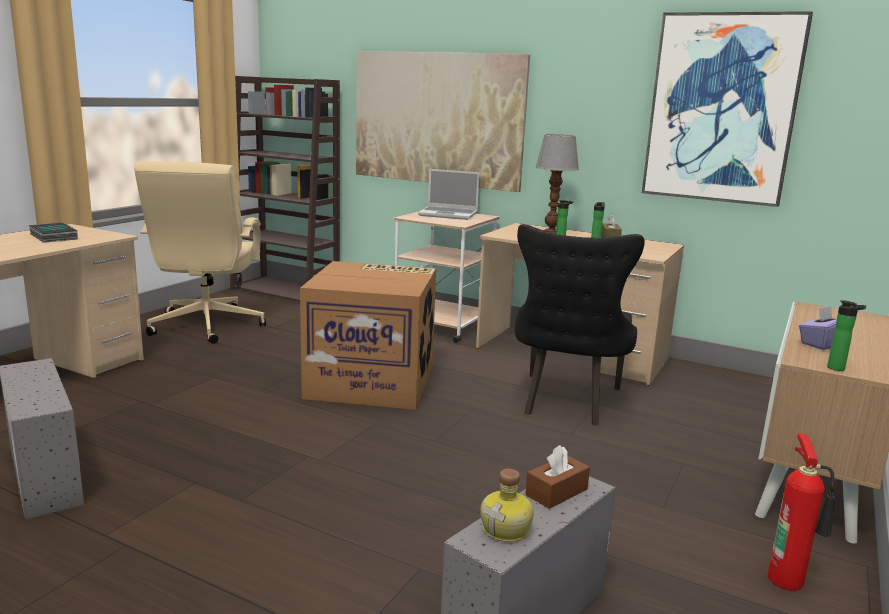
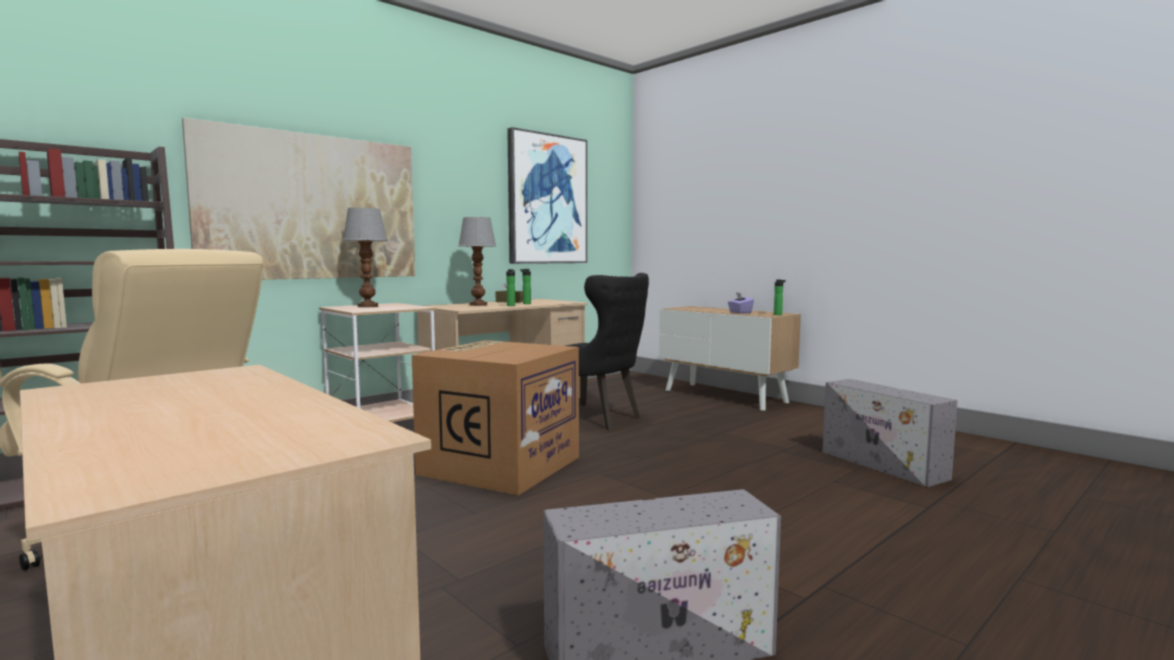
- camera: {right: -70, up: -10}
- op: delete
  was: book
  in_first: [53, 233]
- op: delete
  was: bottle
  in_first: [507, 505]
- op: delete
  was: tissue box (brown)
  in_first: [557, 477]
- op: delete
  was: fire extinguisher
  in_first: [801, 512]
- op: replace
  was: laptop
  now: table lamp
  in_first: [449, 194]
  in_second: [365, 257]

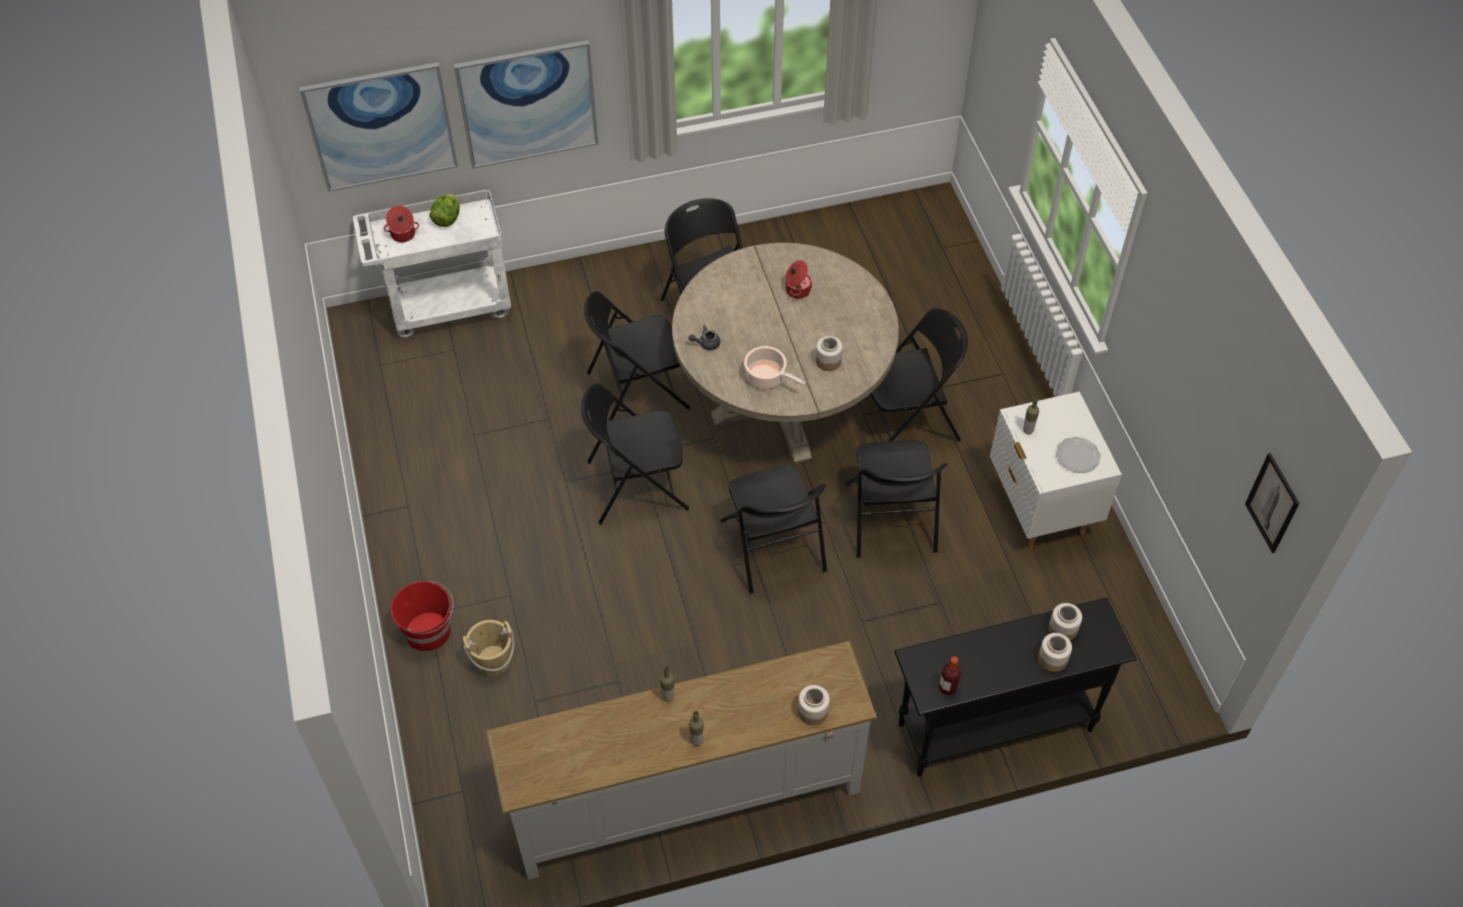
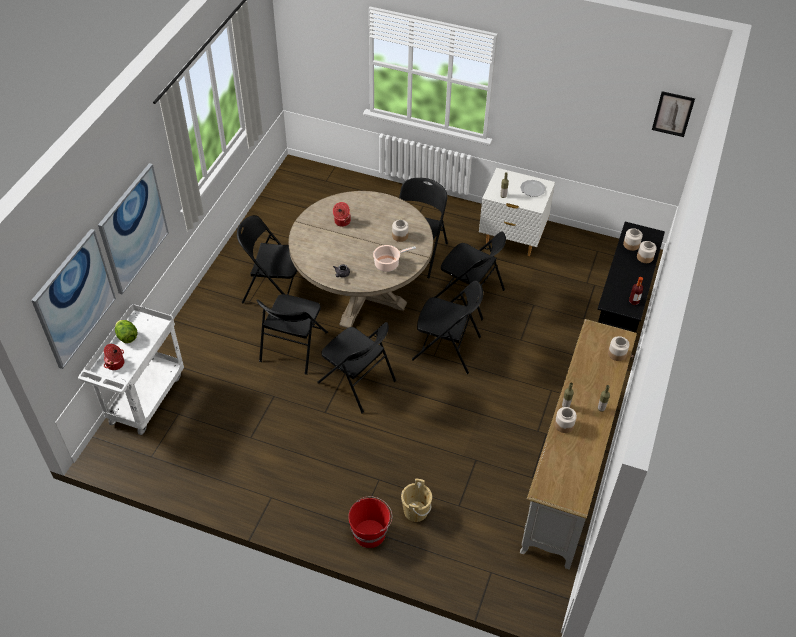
- camera: {right: -55, up: -5}
- op: insert
  now: jar
  in_second: [566, 420]
- op: rotate
  was: chair (black)
  in_first: [635, 454]
  in_second: [356, 367]
  clockwise: -75

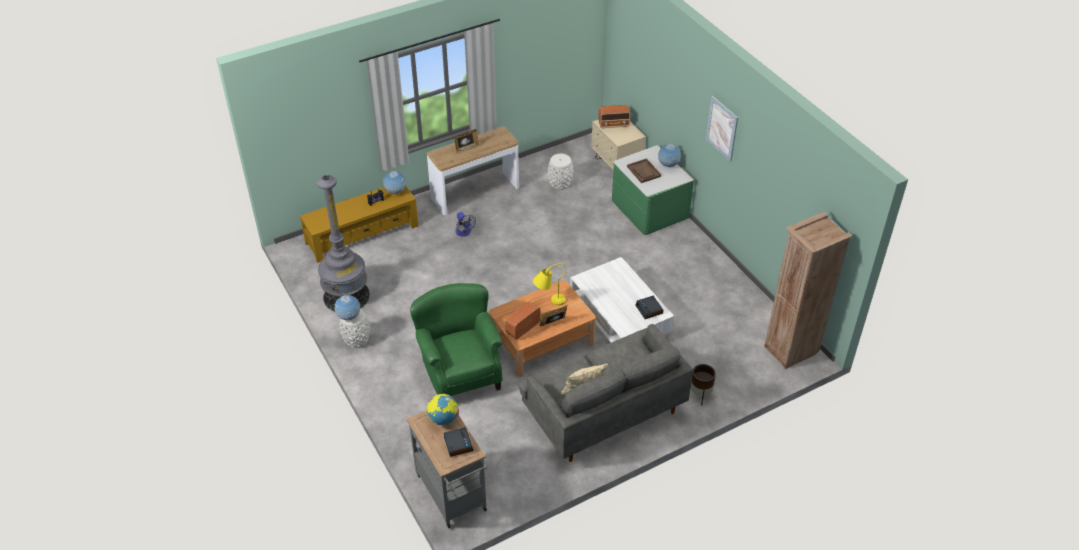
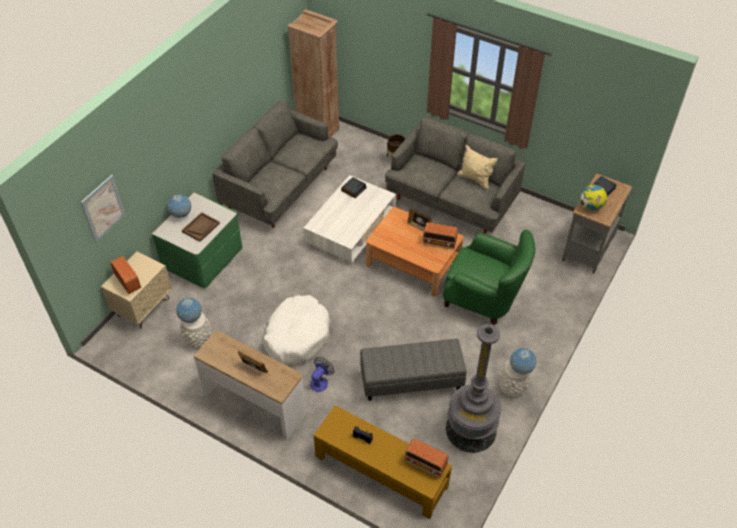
- camera: {right: -120, up: 5}
- op: delete
  was: table lamp (yellow)
  in_first: [549, 284]
- op: insert
  now: sofa (grey)
  in_second: [275, 164]
- op: insert
  now: dog bed (white)
  in_second: [296, 330]
- op: insert
  now: ottoman (grey)
  in_second: [413, 370]
- op: insert
  now: radio
  in_second: [426, 458]
- op: move
  was: globe
  in_first: [394, 182]
  in_second: [189, 310]
- op: move
  was: picture
  in_first: [722, 129]
  in_second: [103, 209]
- op: rotate
  was: armchair (green)
  in_first: [456, 339]
  in_second: [489, 277]
  clockwise: -105

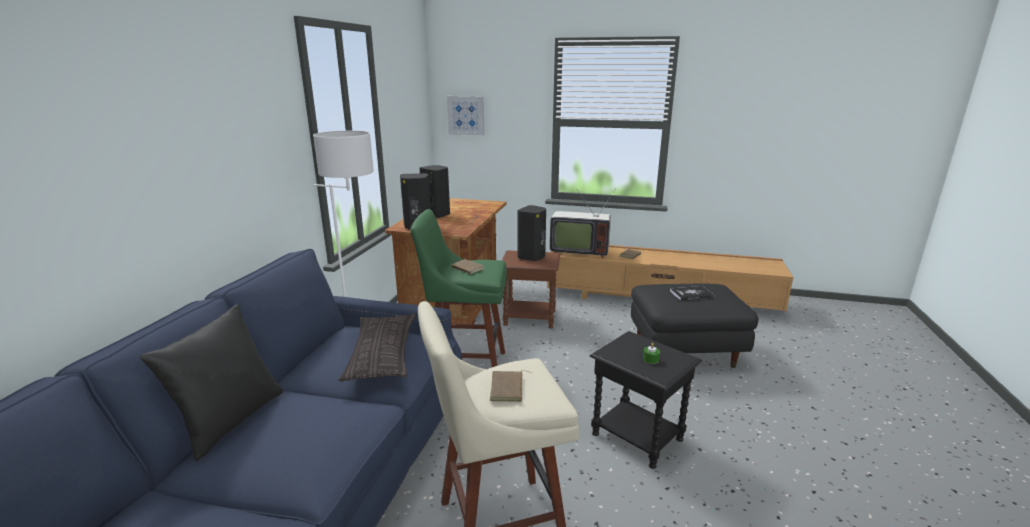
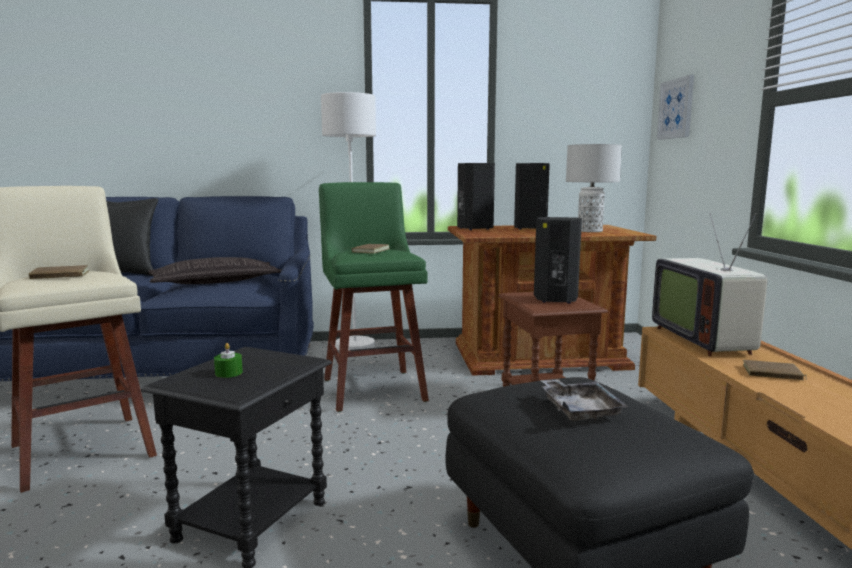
- camera: {right: 70, up: -10}
- op: insert
  now: table lamp (white)
  in_second: [594, 188]
- op: replace
  was: book
  now: tray (grey)
  in_first: [692, 293]
  in_second: [584, 400]

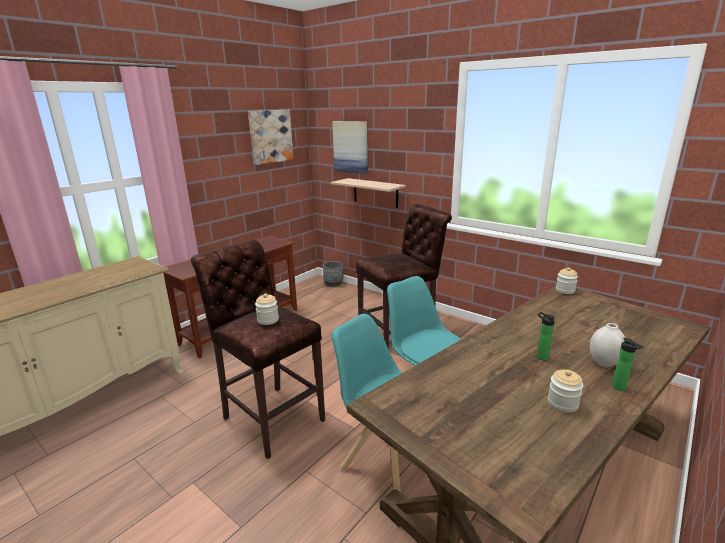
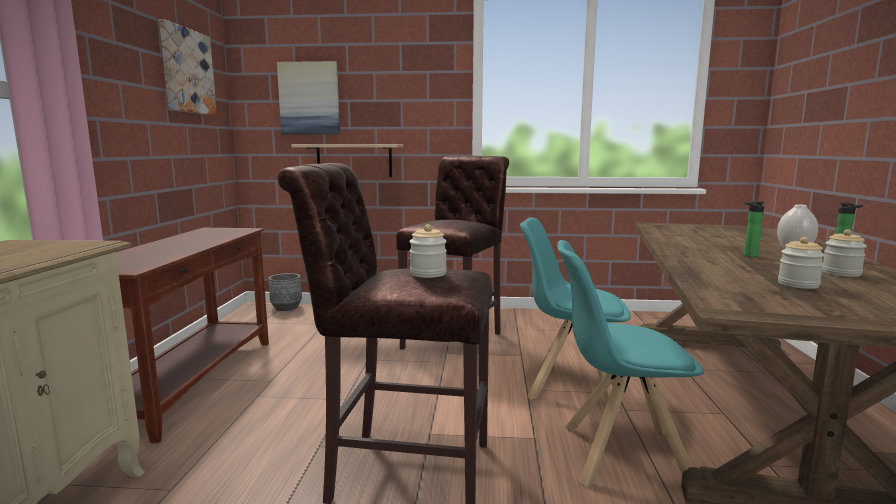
- camera: {right: -35, up: -10}
- op: move
  was: jar
  in_first: [567, 280]
  in_second: [801, 263]

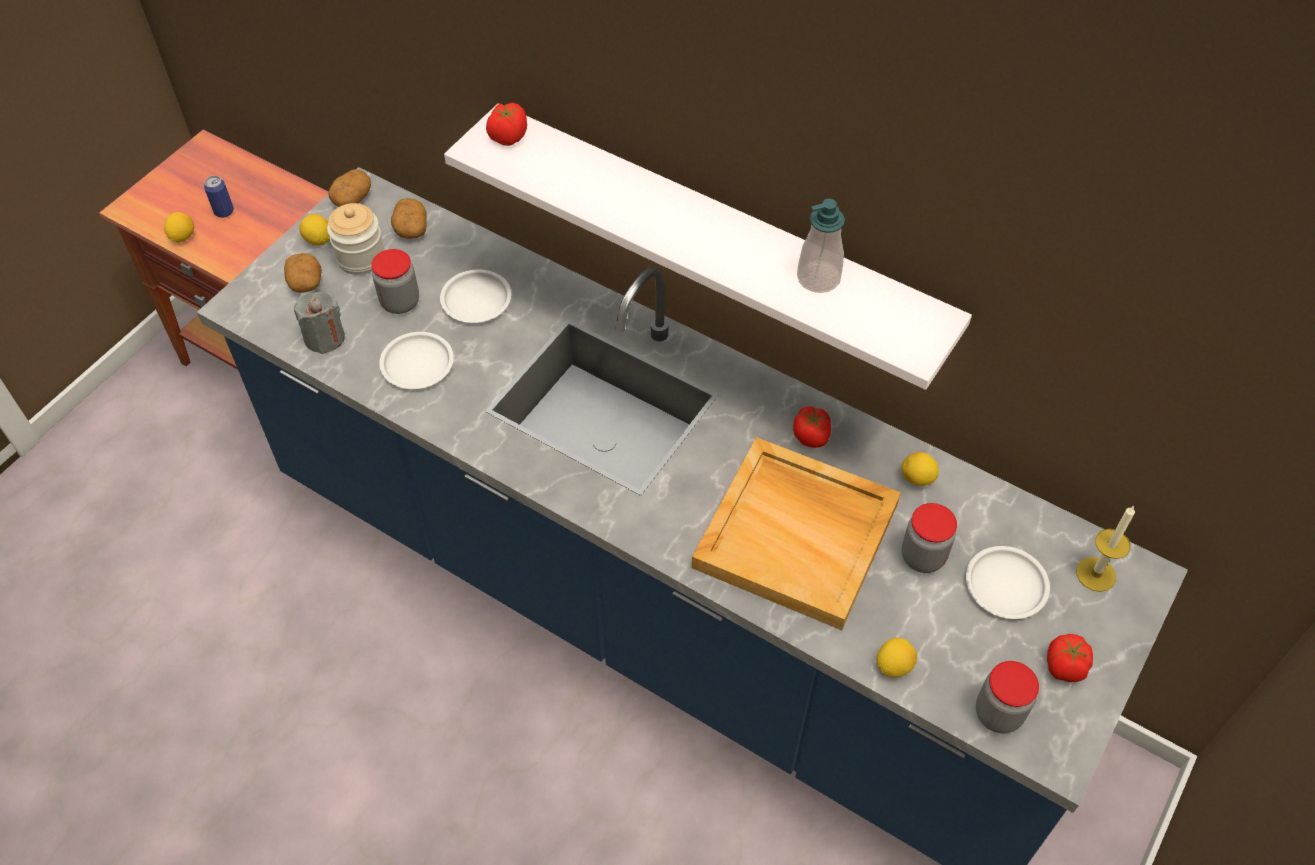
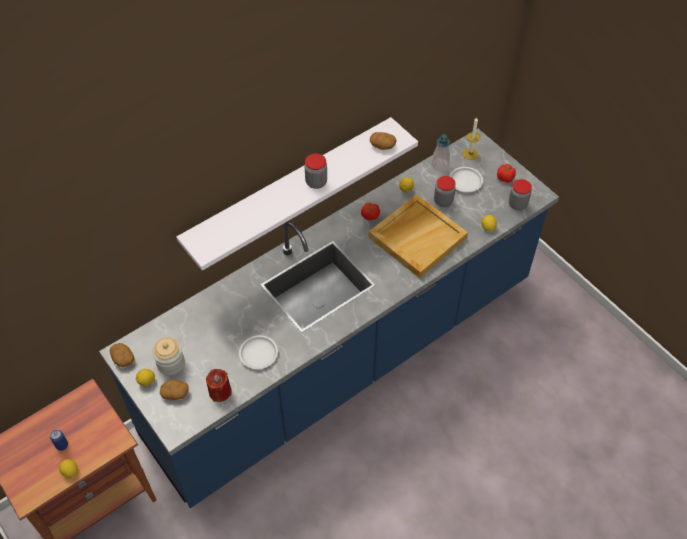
- camera: {right: -70, up: 0}
- op: delete
  was: plate (white)
  in_first: [475, 296]
- op: delete
  was: tomato
  in_first: [506, 124]
- op: move
  was: jar
  in_first: [395, 281]
  in_second: [316, 171]
- op: move
  was: potato
  in_first: [409, 218]
  in_second: [383, 141]
- op: move
  was: soap dispenser
  in_first: [821, 246]
  in_second: [441, 152]
- op: recolor
  was: candle (grey)
  now: candle (red)
  in_first: [319, 323]
  in_second: [219, 385]

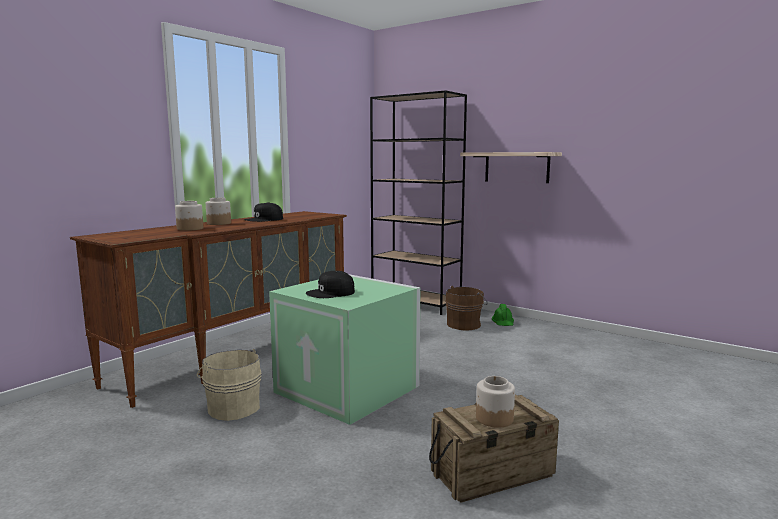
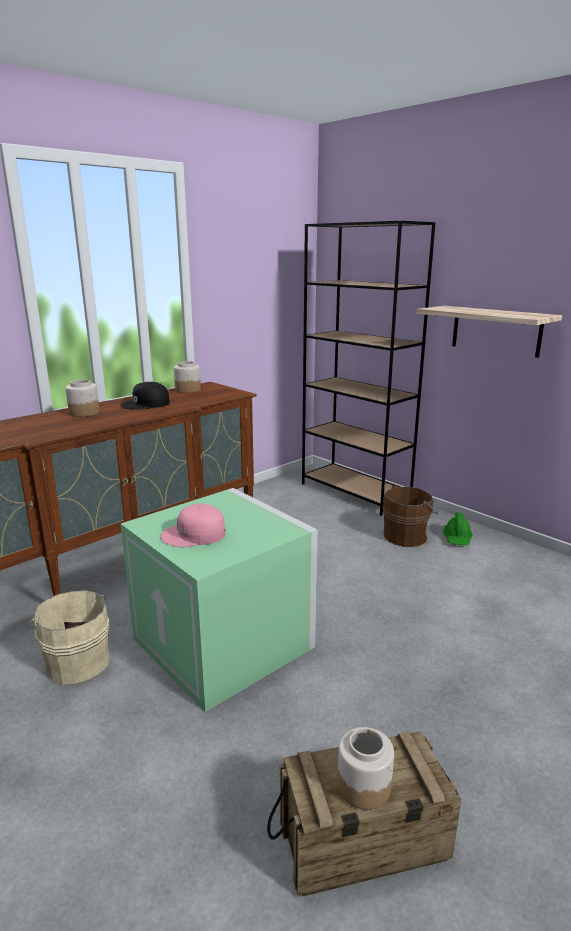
- camera: {right: 10, up: 10}
- op: move
  was: jar
  in_first: [189, 216]
  in_second: [187, 377]
- op: recolor
  was: cap (black)
  now: cap (pink)
  in_first: [330, 284]
  in_second: [193, 525]

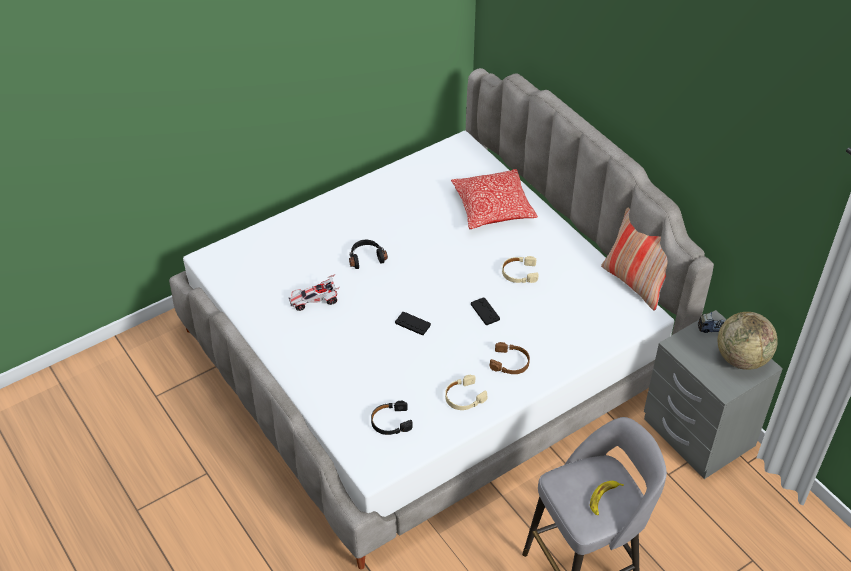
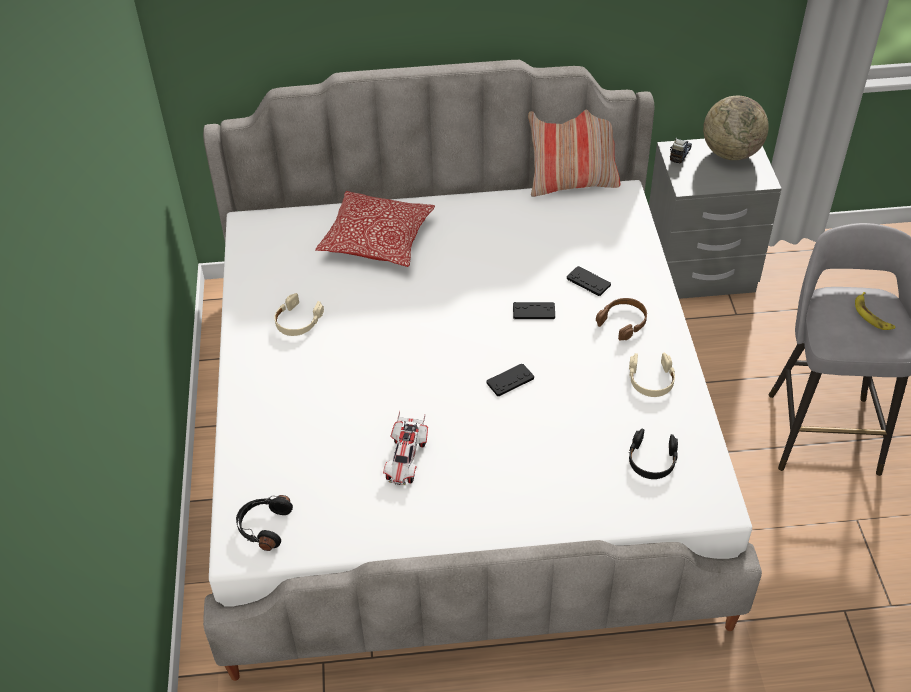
- camera: {right: -60, up: 0}
- op: insert
  now: game controller (black)
  in_second: [589, 281]
- op: move
  was: headphones (black)
  in_first: [368, 254]
  in_second: [264, 523]
- op: move
  was: headphones (beige)
  in_first: [520, 269]
  in_second: [299, 314]

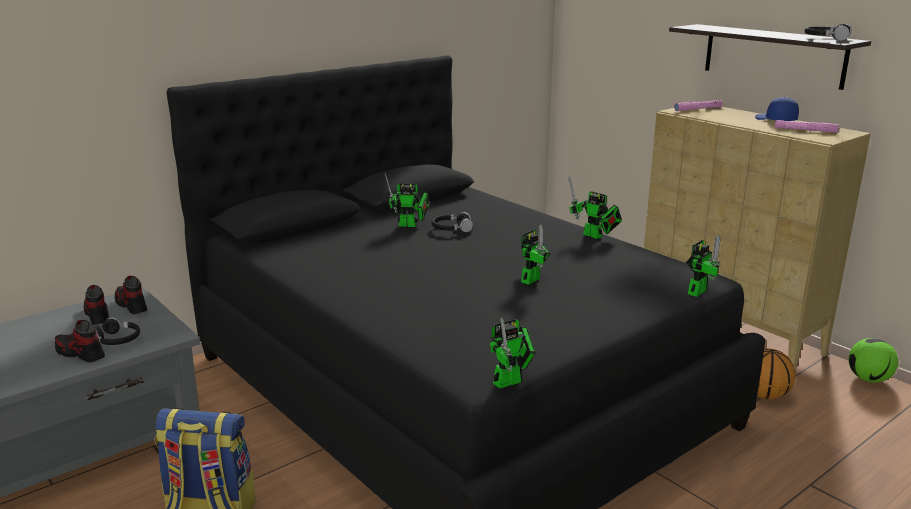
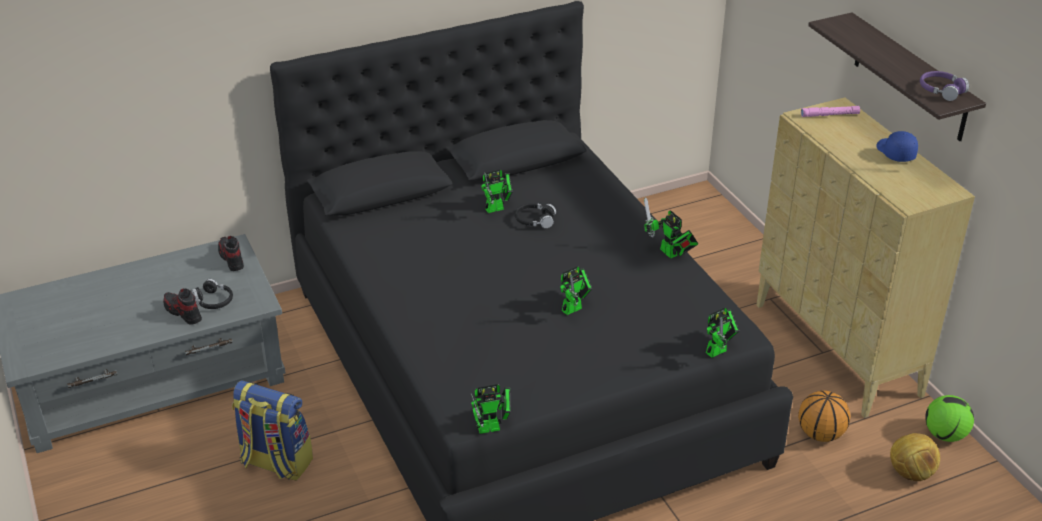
- camera: {right: 15, up: 15}
- op: delete
  was: shoe
  in_first: [96, 305]
- op: delete
  was: flashlight (pink)
  in_first: [807, 126]
- op: insert
  now: football
  in_second: [915, 457]
- op: recolor
  was: headphones (black)
  now: headphones (purple)
  in_first: [828, 32]
  in_second: [944, 86]
- op: rotate
  was: toy robot
  in_first: [407, 200]
  in_second: [496, 191]
  clockwise: -45

